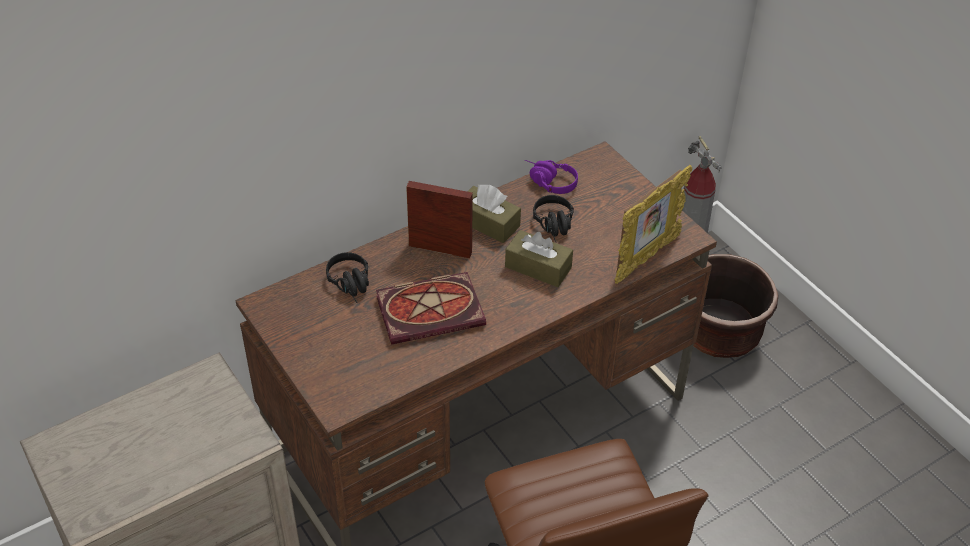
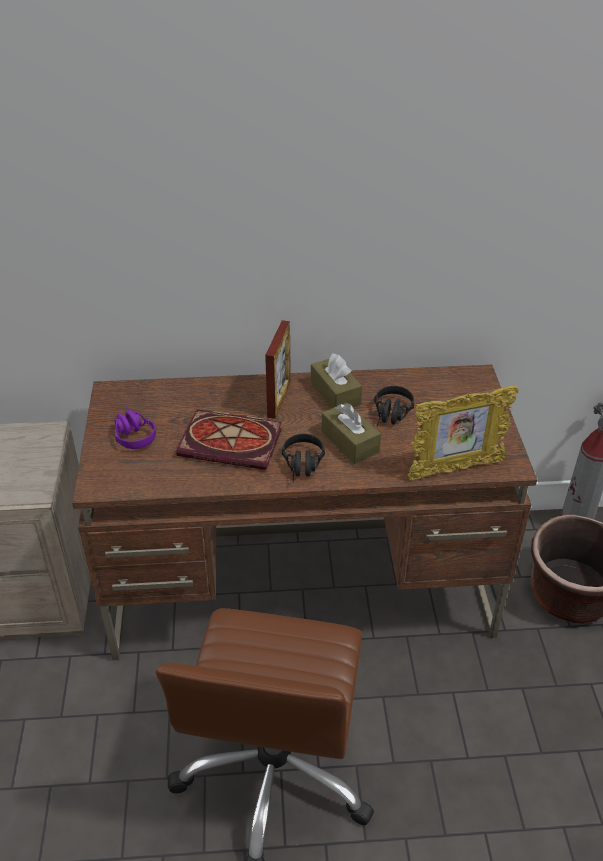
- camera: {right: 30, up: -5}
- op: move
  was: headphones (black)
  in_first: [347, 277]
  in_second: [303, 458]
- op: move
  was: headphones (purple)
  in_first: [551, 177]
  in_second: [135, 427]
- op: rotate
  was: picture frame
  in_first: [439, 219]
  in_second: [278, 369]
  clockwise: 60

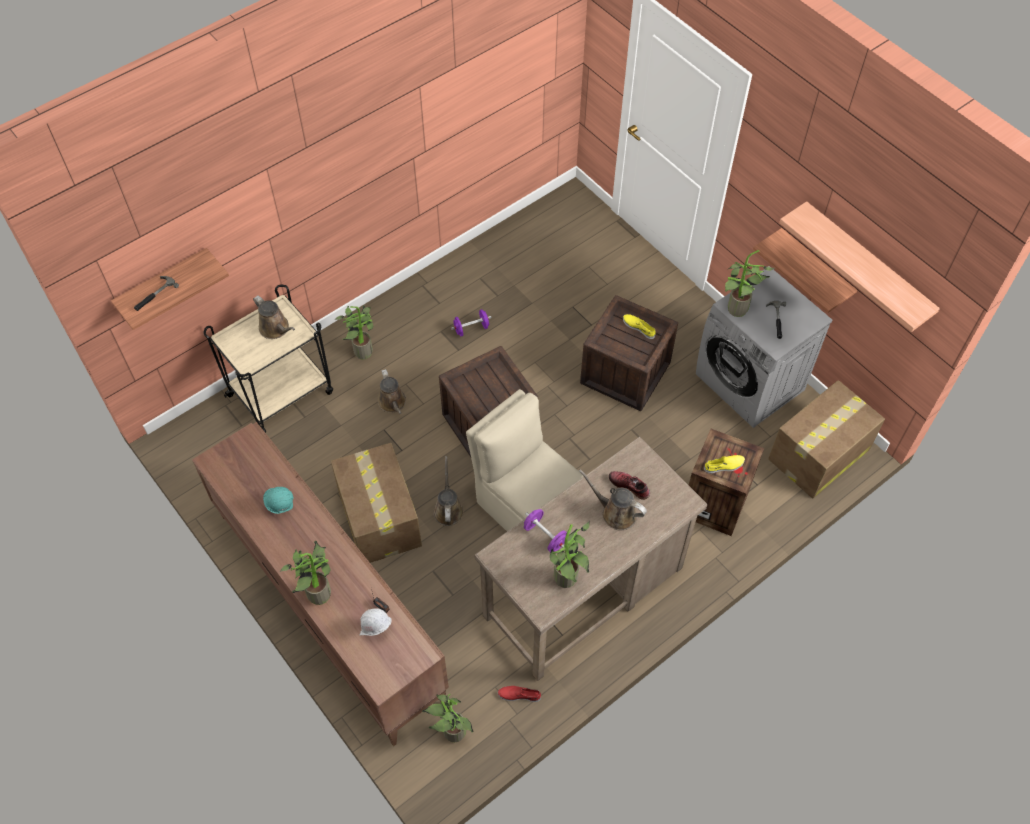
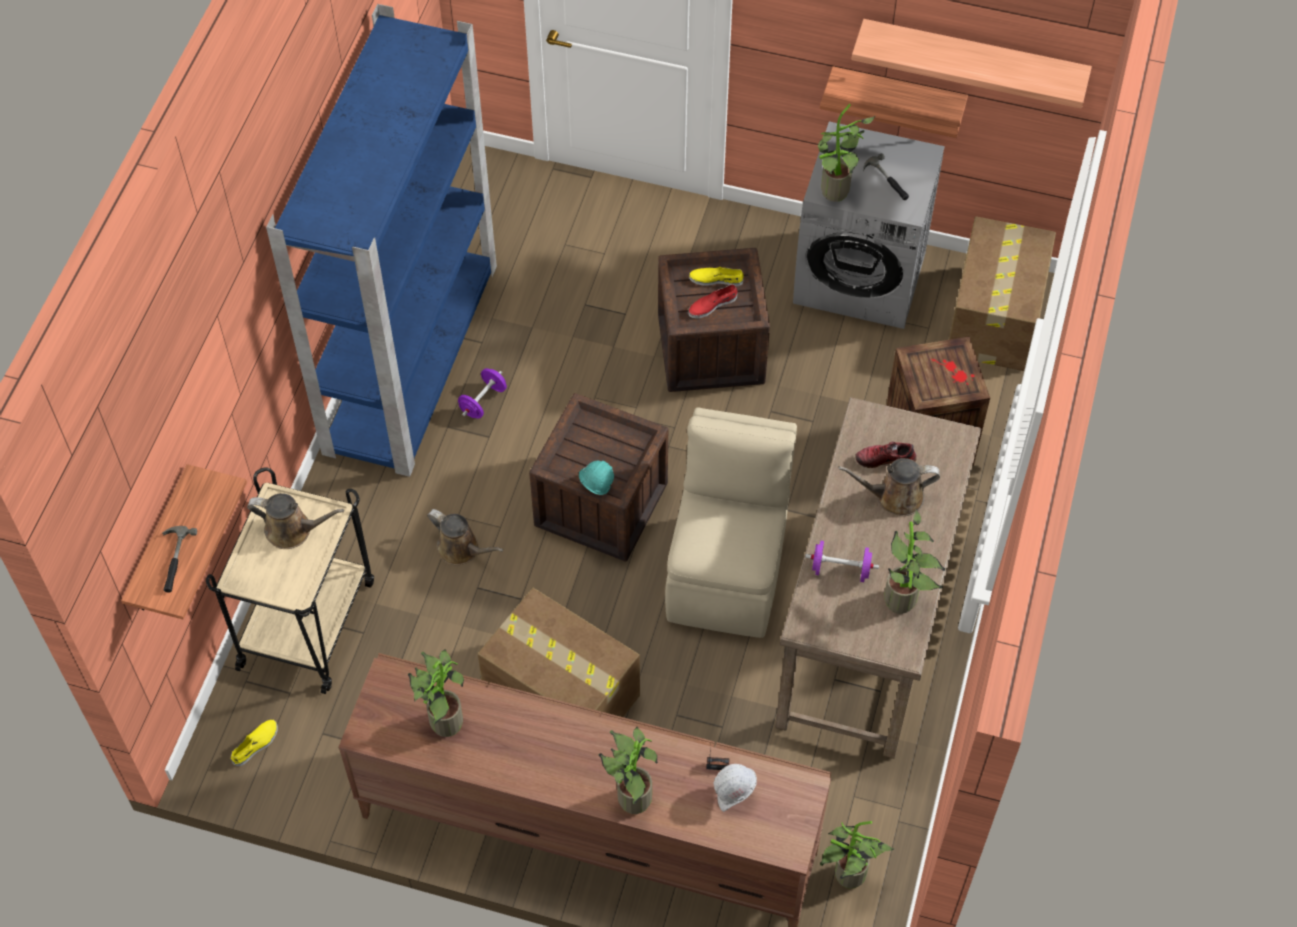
- camera: {right: -35, up: 0}
- op: delete
  was: watering can (brown)
  in_first: [448, 491]
- op: insert
  now: bookcase (blue)
  in_second: [381, 240]
- op: move
  was: hard hat (turquoise)
  in_first: [278, 500]
  in_second: [596, 478]
- op: move
  was: potted plant
  in_first: [354, 332]
  in_second: [436, 693]
- op: move
  was: shoe (red)
  in_first: [519, 694]
  in_second: [712, 301]
- op: move
  was: shoe (yellow)
  in_first: [724, 464]
  in_second: [254, 743]
- op: rotate
  was: chair (beige)
  in_first: [525, 460]
  in_second: [731, 522]
  clockwise: 90

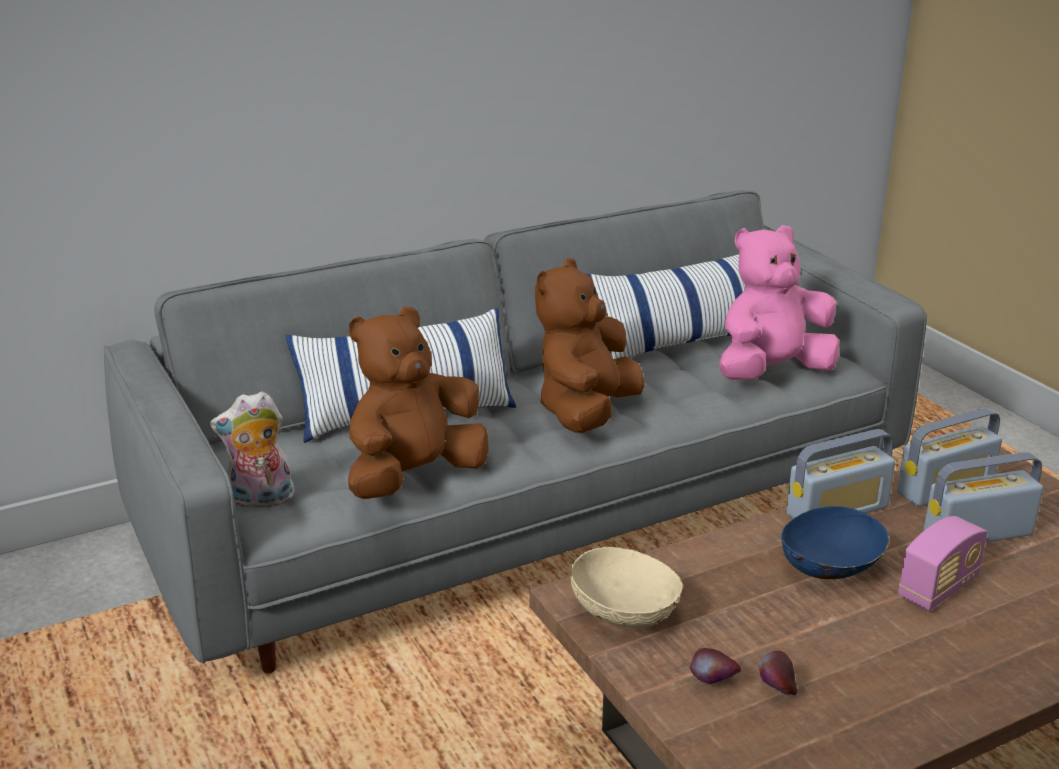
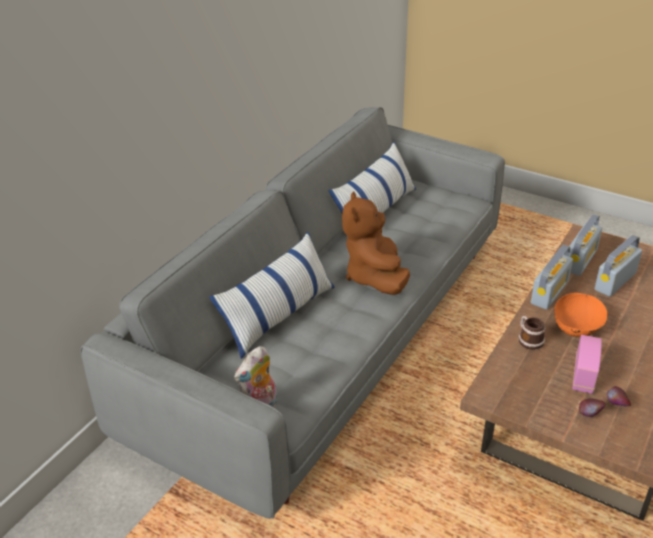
- camera: {right: -30, up: 10}
- op: delete
  was: plush toy (brown)
  in_first: [418, 403]
- op: delete
  was: bowl (beige)
  in_first: [627, 587]
- op: delete
  was: plush toy (pink)
  in_first: [779, 302]
- op: insert
  now: mug
  in_second: [532, 333]
- op: move
  was: radio
  in_first: [942, 563]
  in_second: [587, 364]
- op: recolor
  was: bowl (blue)
  now: bowl (orange)
  in_first: [835, 542]
  in_second: [581, 315]

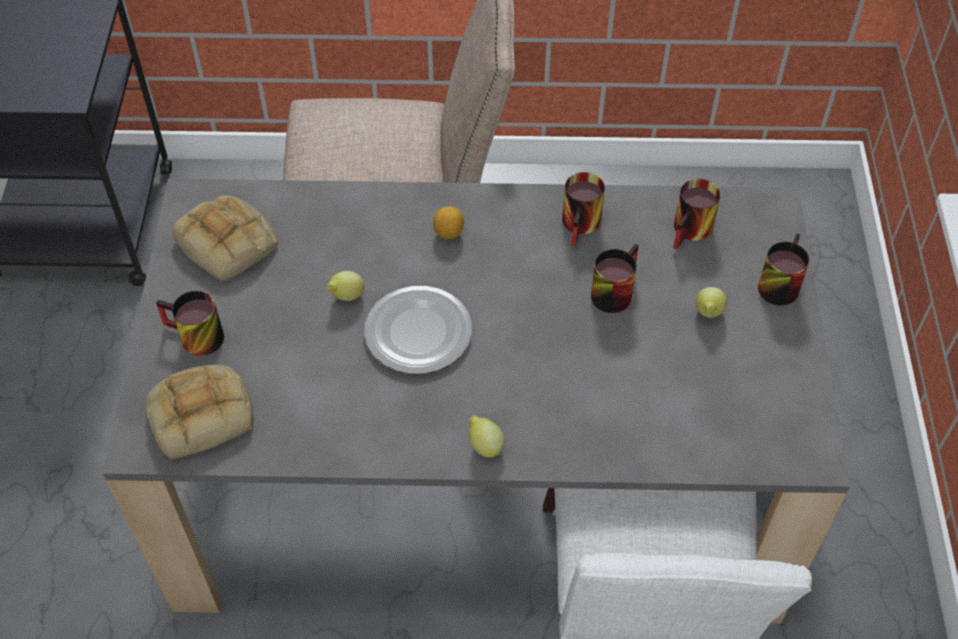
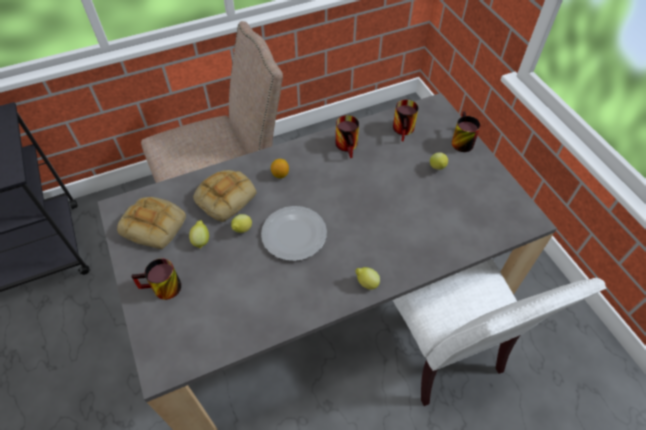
- camera: {right: -25, up: 0}
- op: delete
  was: mug
  in_first: [615, 278]
- op: insert
  now: lemon
  in_second: [199, 234]
- op: move
  was: bread
  in_first: [199, 412]
  in_second: [225, 196]

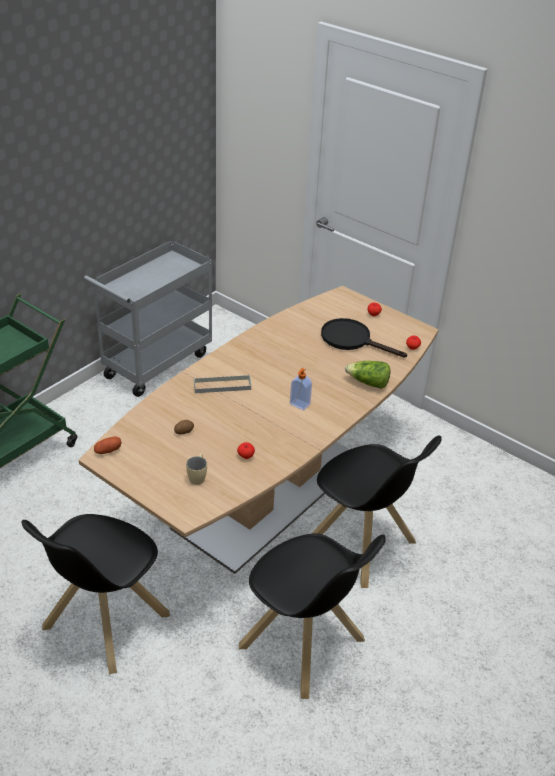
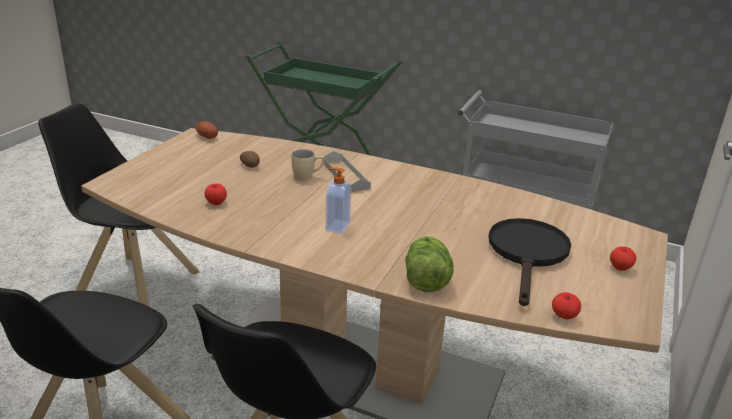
- camera: {right: 75, up: -10}
- op: move
  was: mug (beige)
  in_first: [196, 469]
  in_second: [308, 165]

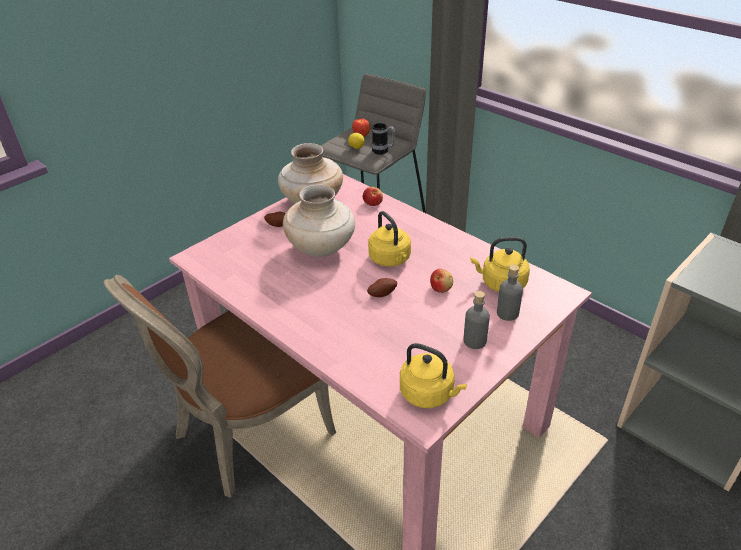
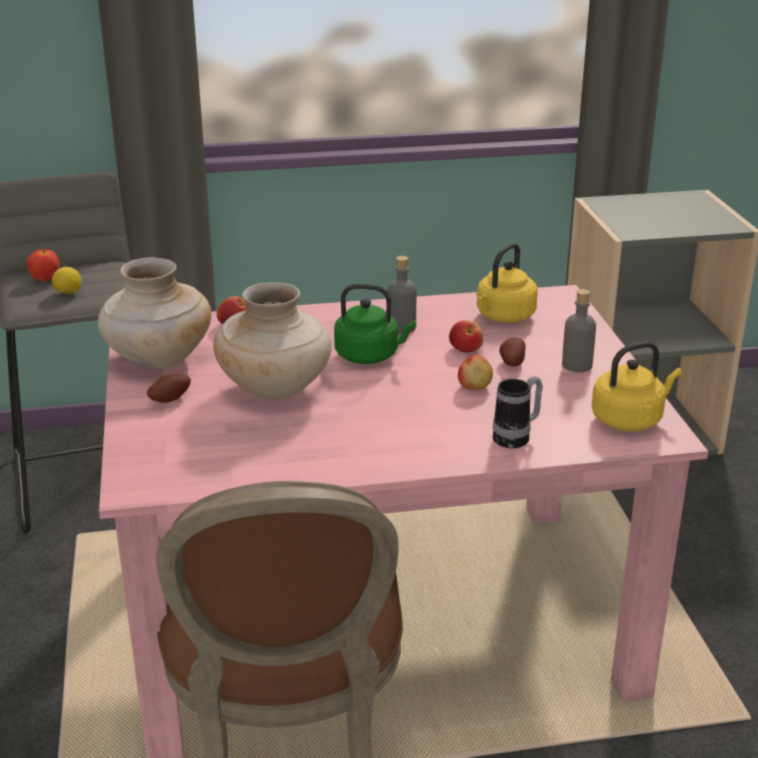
- camera: {right: -55, up: -10}
- op: insert
  now: apple
  in_second: [475, 372]
- op: move
  was: potato
  in_first: [382, 287]
  in_second: [512, 352]
- op: move
  was: mug
  in_first: [383, 139]
  in_second: [518, 412]
- op: move
  was: bottle (grey)
  in_first: [510, 292]
  in_second: [401, 295]
- op: recolor
  was: kettle (yellow)
  now: kettle (green)
  in_first: [389, 239]
  in_second: [375, 324]

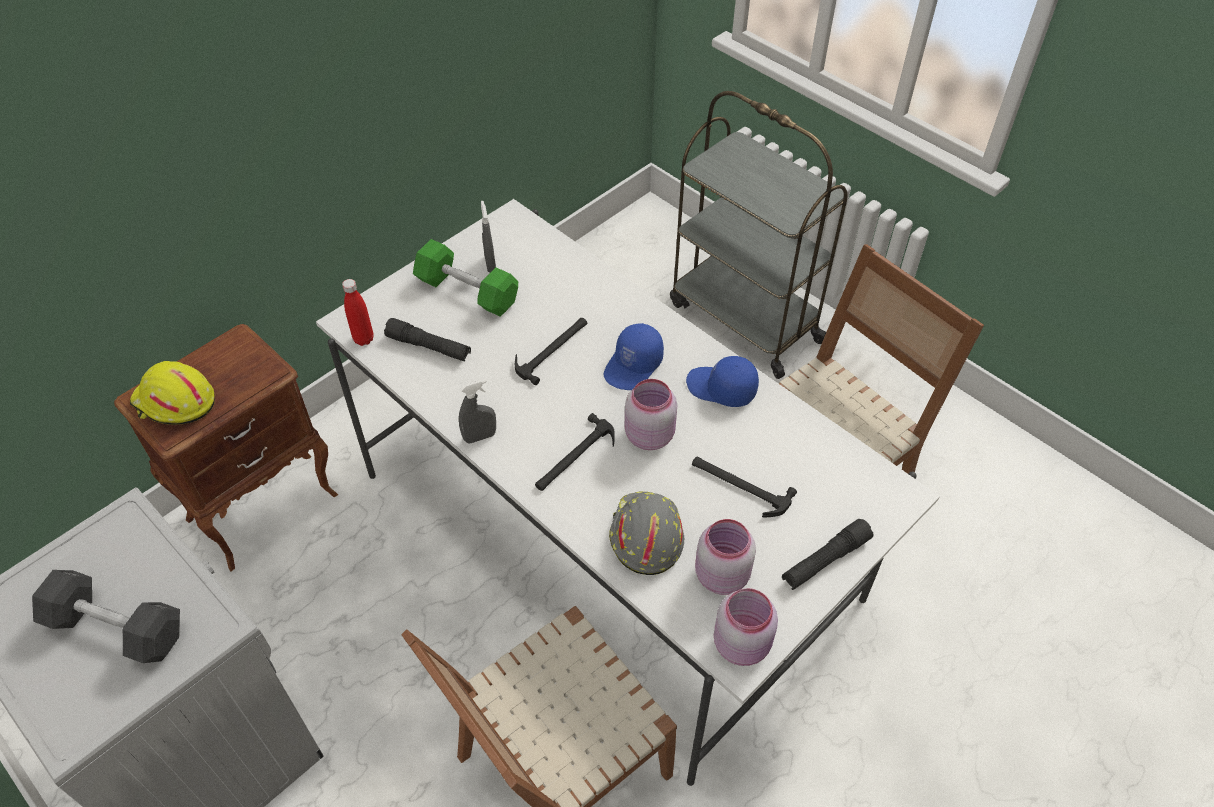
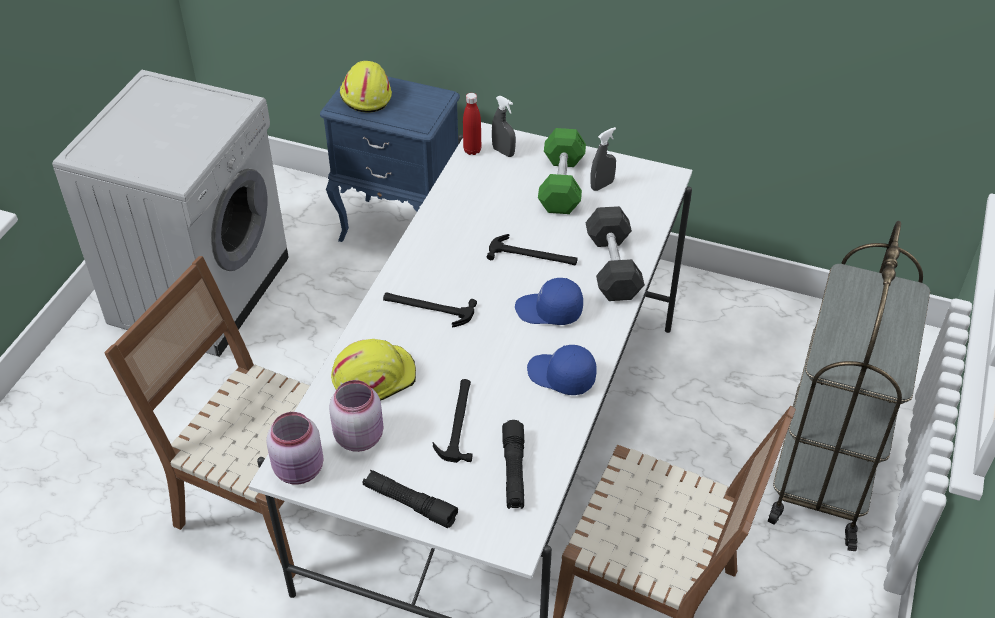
- camera: {right: 65, up: -5}
- op: delete
  was: jar (pink)
  in_first: [651, 414]
- op: move
  was: dumbbell (grey)
  in_first: [106, 616]
  in_second: [615, 253]
- op: move
  was: flashlight (black)
  in_first: [427, 339]
  in_second: [513, 464]
- op: move
  was: spray bottle (grey)
  in_first: [477, 411]
  in_second: [504, 126]
- op: recolor
  was: nightstand (brown)
  now: nightstand (blue)
  in_first: [226, 448]
  in_second: [390, 159]
- op: recolor
  was: hard hat (grey)
  now: hard hat (yellow)
  in_first: [646, 533]
  in_second: [373, 370]
- op: rotate
  was: cap (blue)
  in_first: [722, 381]
  in_second: [562, 370]
  clockwise: -60

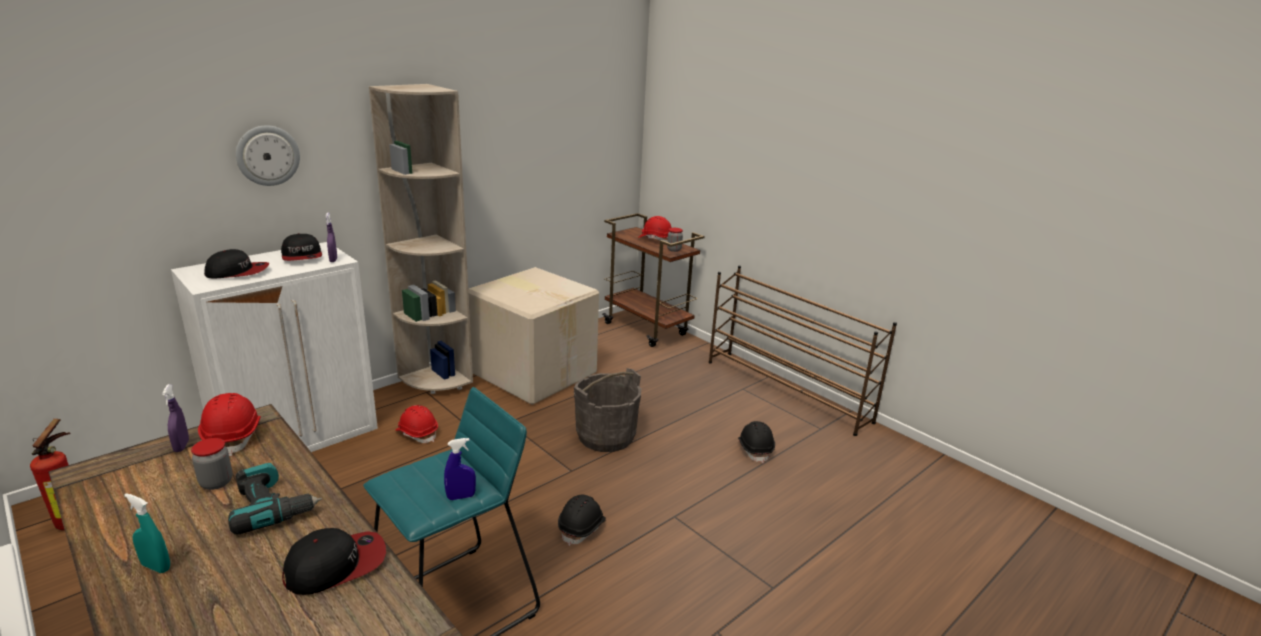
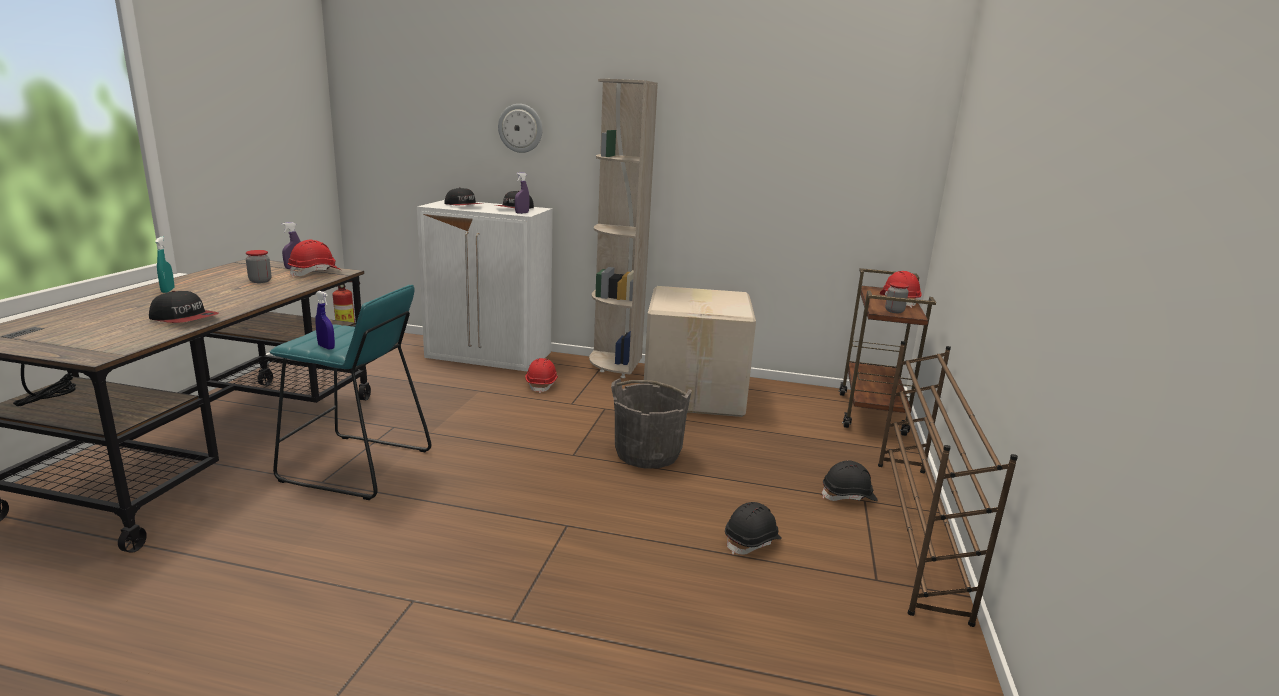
- camera: {right: 55, up: -5}
- op: delete
  was: power drill
  in_first: [275, 499]
- op: move
  was: hard hat (black)
  in_first: [582, 520]
  in_second: [850, 480]

